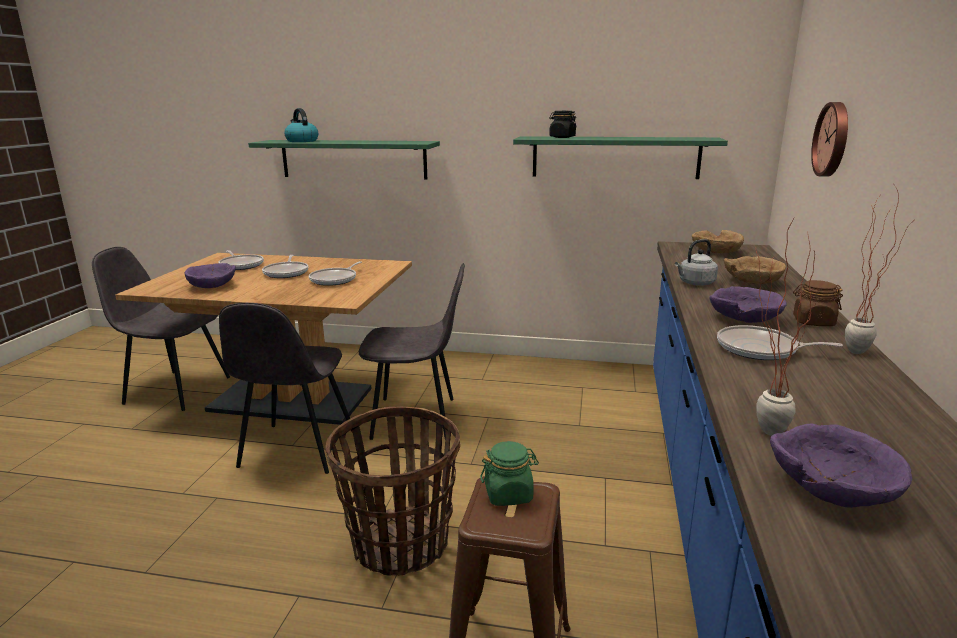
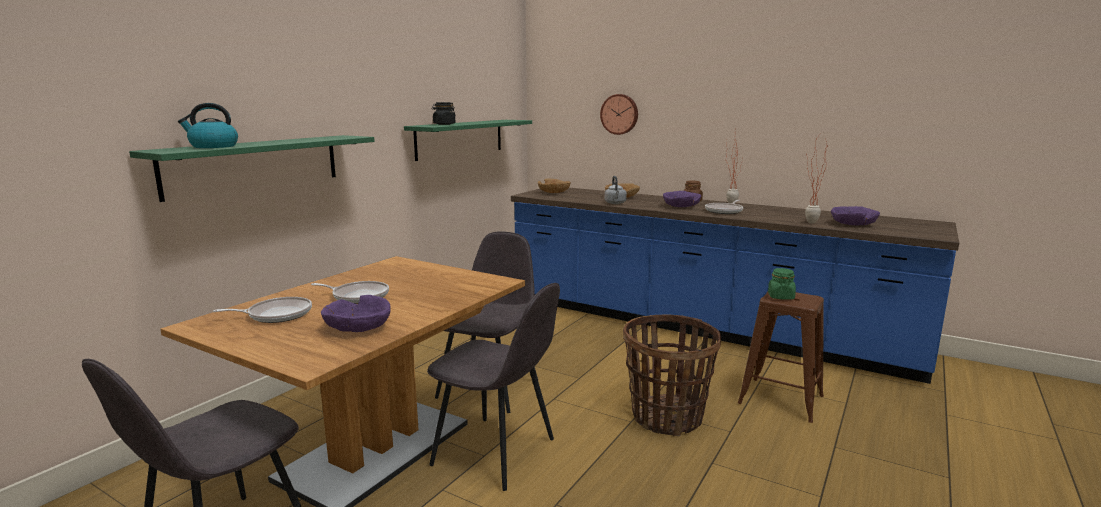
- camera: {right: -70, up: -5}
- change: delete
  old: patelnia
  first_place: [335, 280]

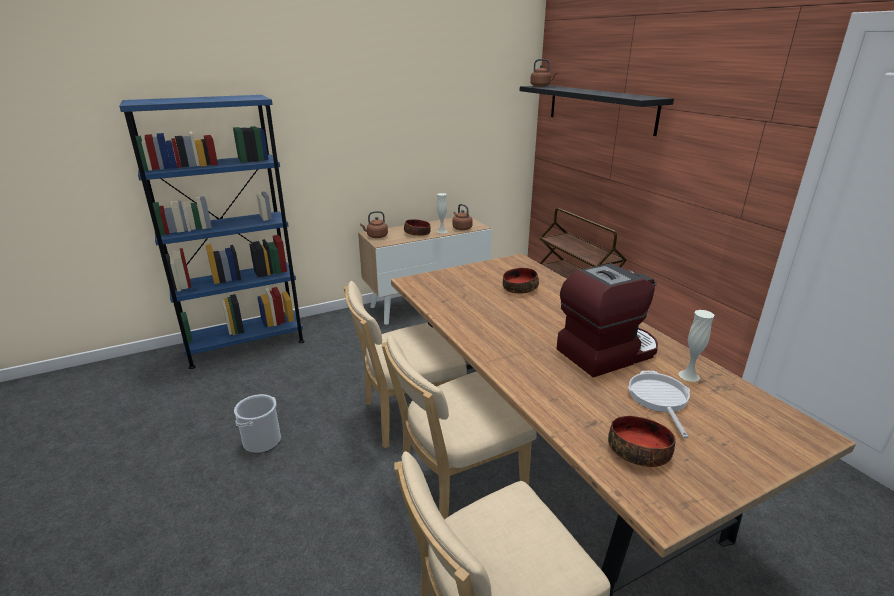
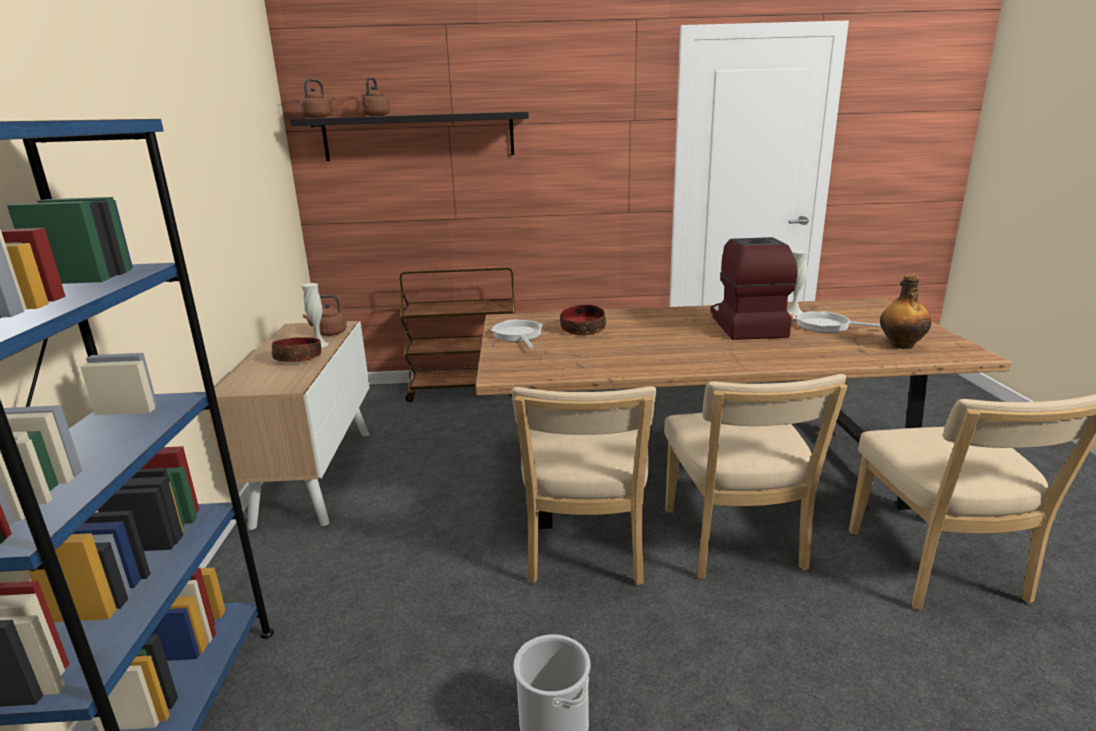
- camera: {right: -65, up: -5}
- change: move
  old: czajnik (brązowy)
  first_place: [376, 236]
  second_place: [375, 116]
- change: replace
  old: miska
  new: butelka
  first_place: [639, 451]
  second_place: [901, 345]
- change: insert
  new: patelnia
  second_place: [518, 335]

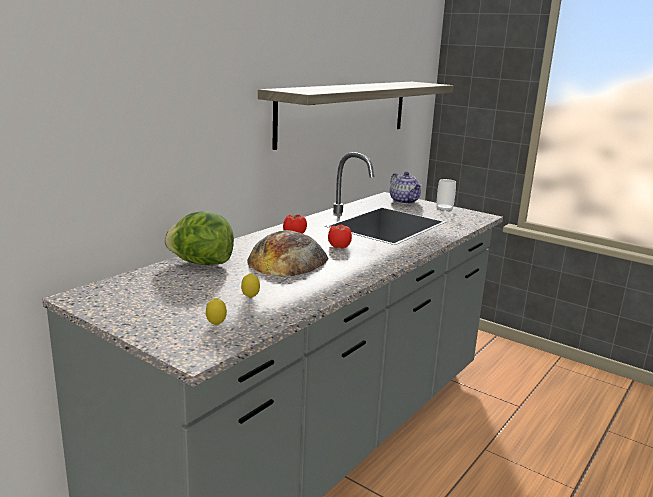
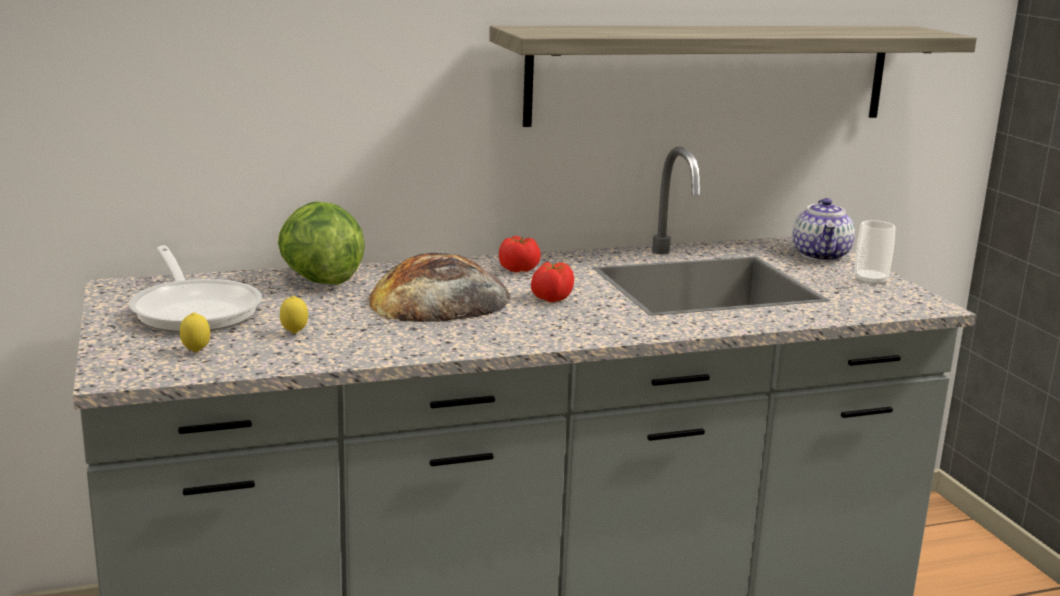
- camera: {right: 35, up: 0}
- change: insert
  new: patelnia
  second_place: [195, 310]

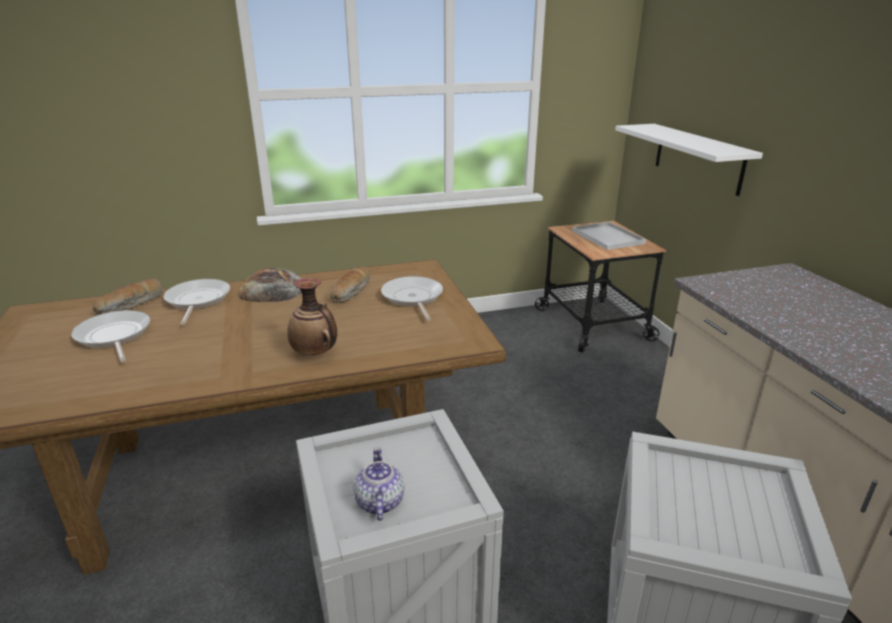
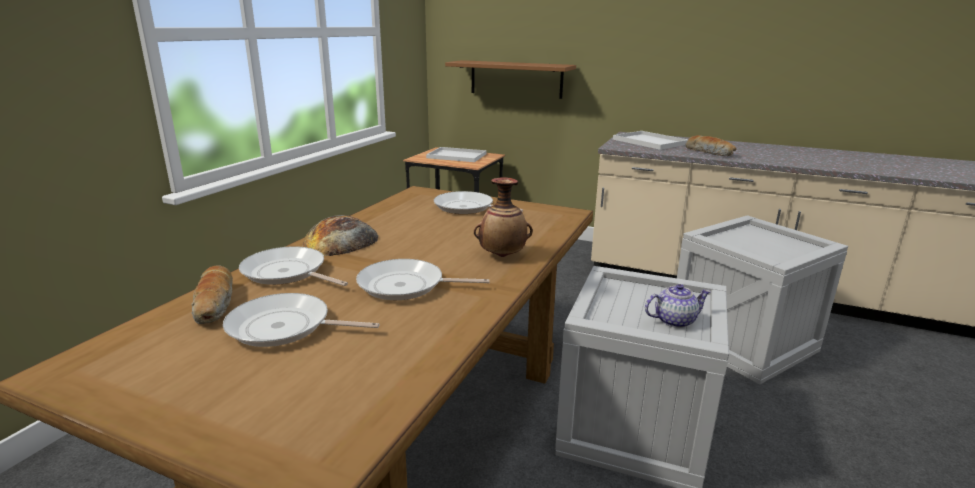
- camera: {right: -50, up: -5}
- change: move
  old: chleb
  first_place: [351, 292]
  second_place: [710, 152]
- change: rotate
  old: imbryk
  first_place: [379, 502]
  second_place: [674, 320]
  degrees: 135
- change: recolor
  old: półka (biały)
  new: półka (brązowy)
  first_place: [698, 158]
  second_place: [516, 79]
- change: insert
  new: patelnia
  second_place: [406, 286]
- change: insert
  new: taca (biały)
  second_place: [648, 141]

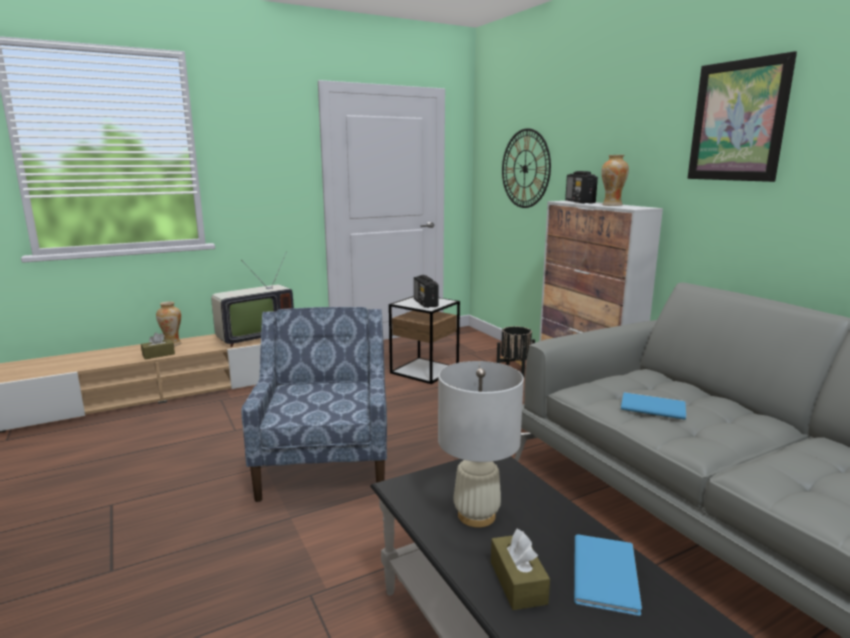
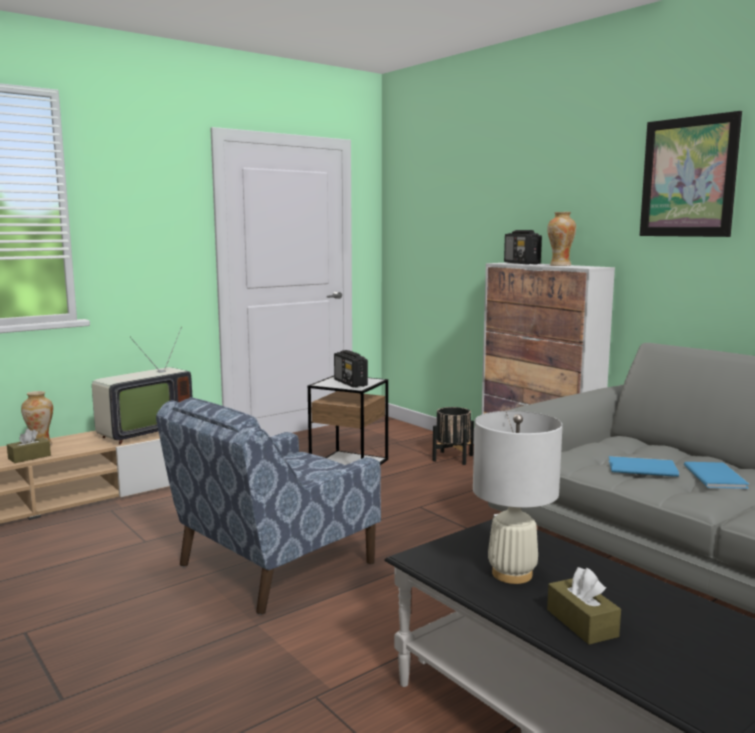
- camera: {right: -10, up: -5}
- change: rotate
  old: fotel (niebieski)
  first_place: [326, 462]
  second_place: [273, 566]
  degrees: -120
- change: delete
  old: zegar ścienny
  first_place: [525, 168]
- change: move
  old: książka (niebieski)
  first_place: [607, 573]
  second_place: [716, 476]

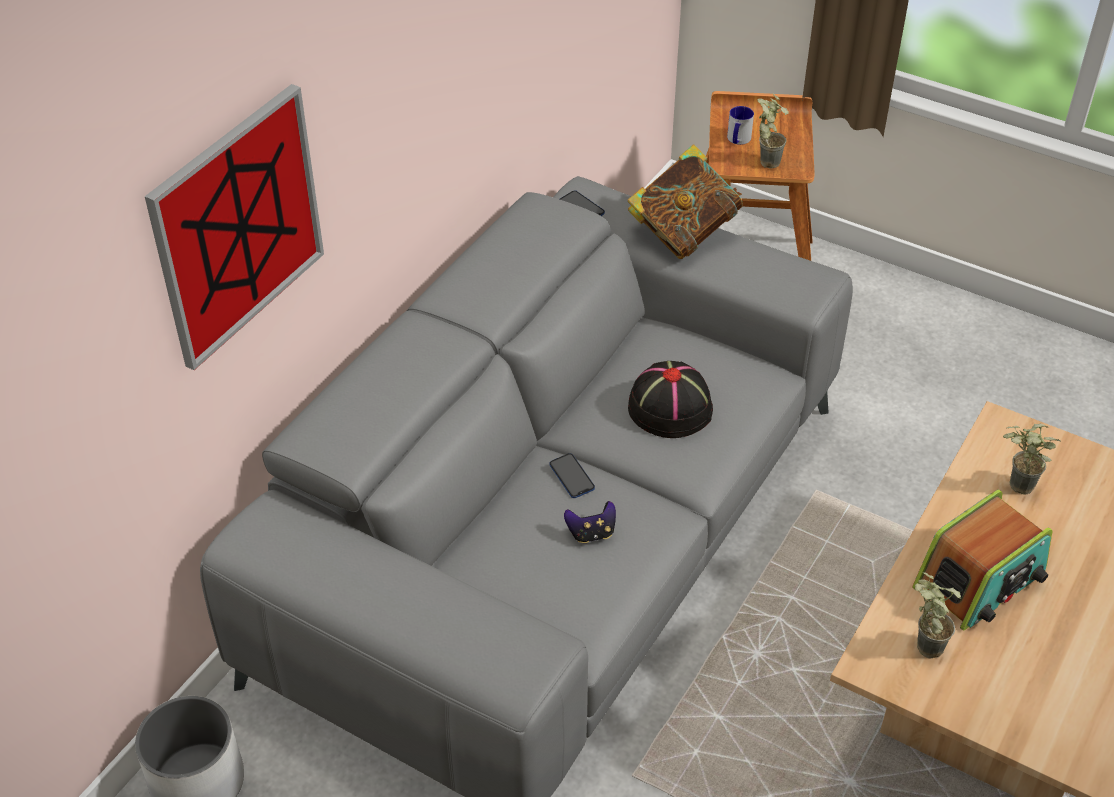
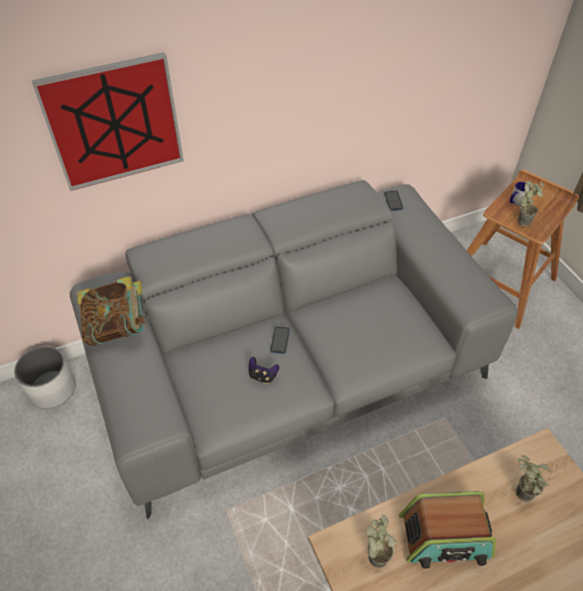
- camera: {right: 35, up: 5}
- change: move
  old: książka
  first_place: [683, 233]
  second_place: [118, 327]
- change: delete
  old: kapelusz (czarny)
  first_place: [670, 407]

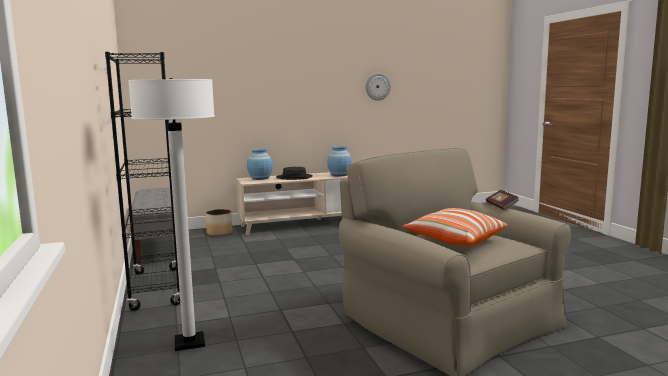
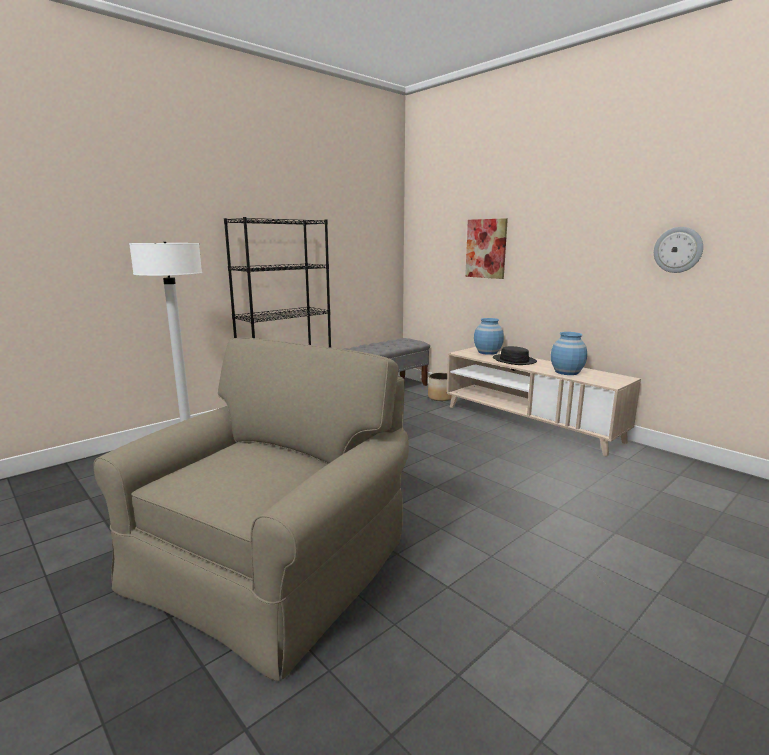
- camera: {right: 65, up: 5}
- change: delete
  old: poduszka
  first_place: [454, 240]
- change: delete
  old: książka
  first_place: [501, 206]
- change: insert
  new: obraz
  second_place: [486, 248]

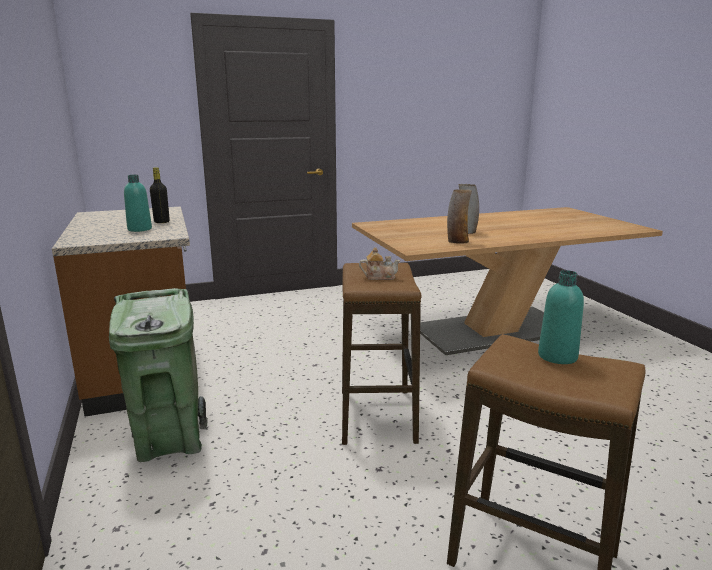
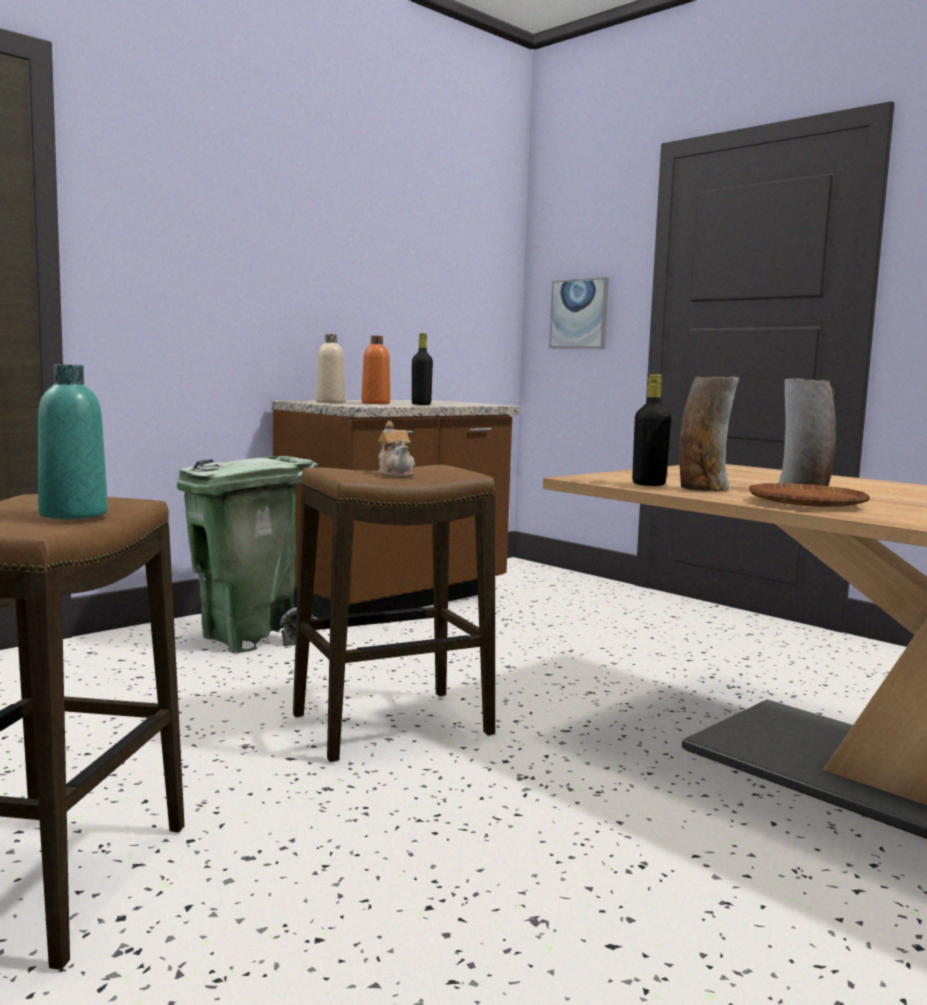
- camera: {right: 65, up: -10}
- change: recolor
  old: butelka (turkusowy)
  new: butelka (pomarańczowy)
  first_place: [139, 229]
  second_place: [375, 403]
- change: insert
  new: butelka (beżowy)
  second_place: [330, 402]
- change: insert
  new: obraz
  second_place: [579, 314]
- change: insert
  new: butelka (czarny)
  second_place: [648, 484]
- change: insert
  new: talerz (brązowy)
  second_place: [806, 503]

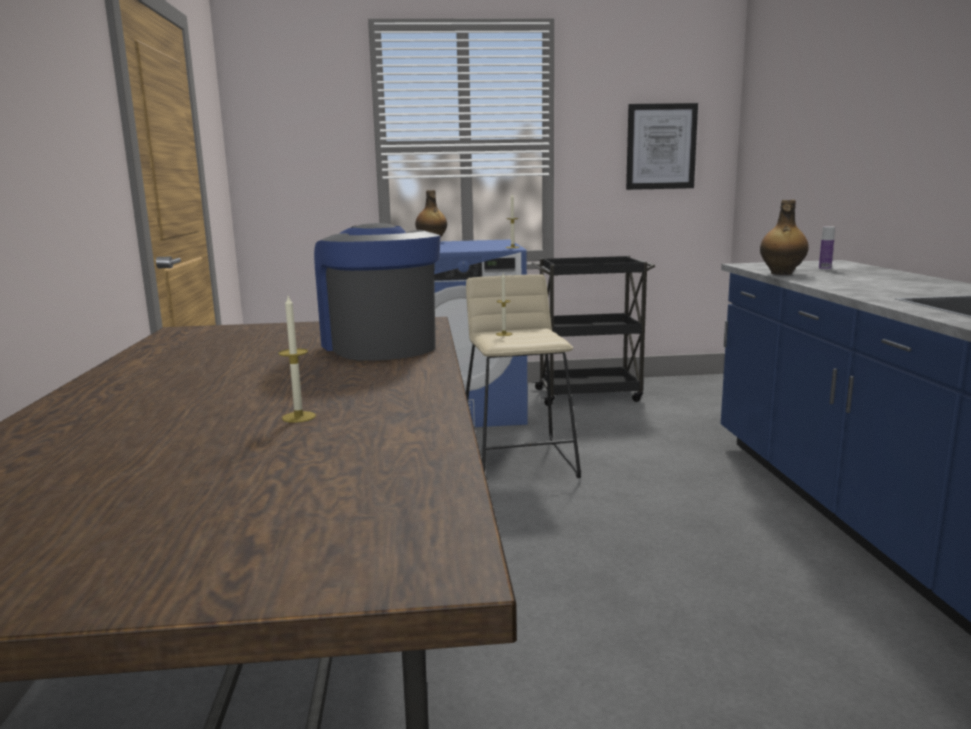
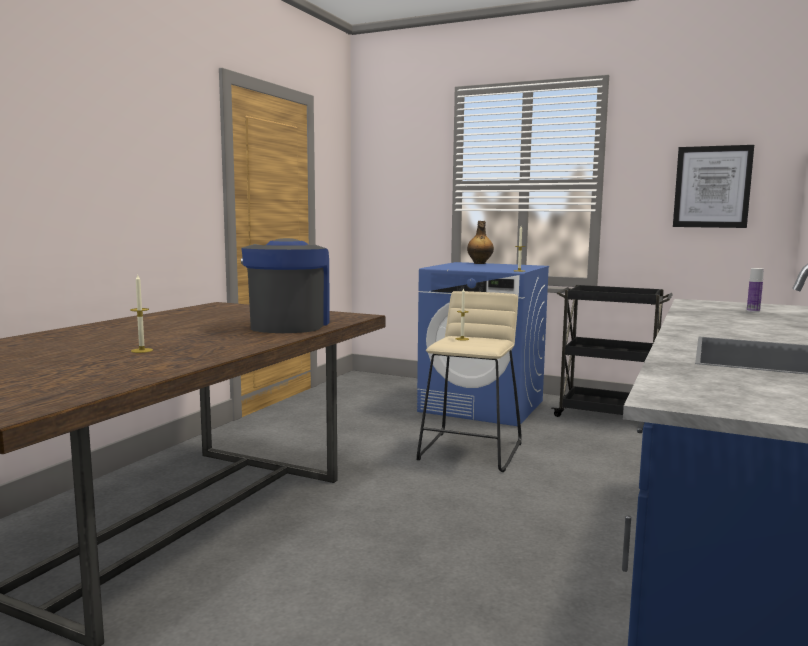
- camera: {right: 30, up: -5}
- change: delete
  old: butelka
  first_place: [781, 273]

